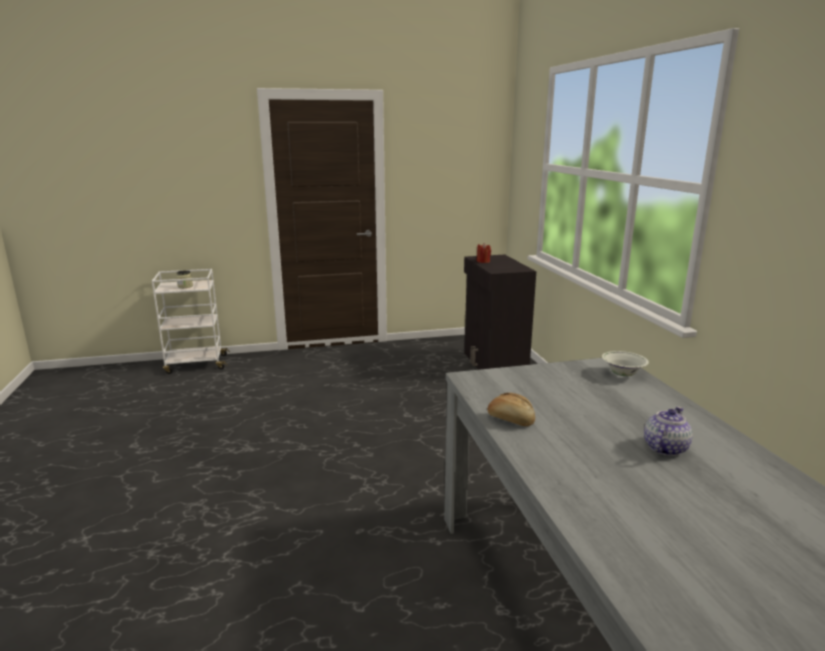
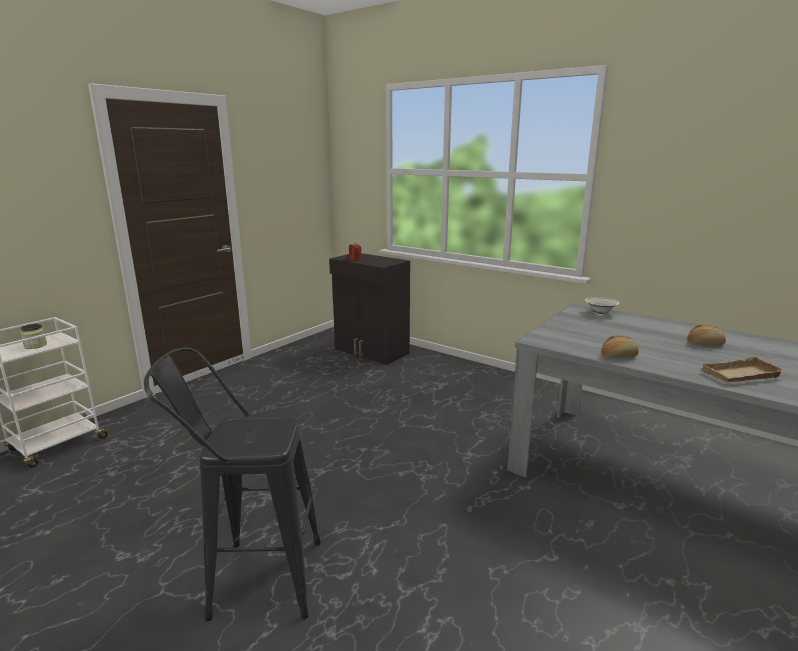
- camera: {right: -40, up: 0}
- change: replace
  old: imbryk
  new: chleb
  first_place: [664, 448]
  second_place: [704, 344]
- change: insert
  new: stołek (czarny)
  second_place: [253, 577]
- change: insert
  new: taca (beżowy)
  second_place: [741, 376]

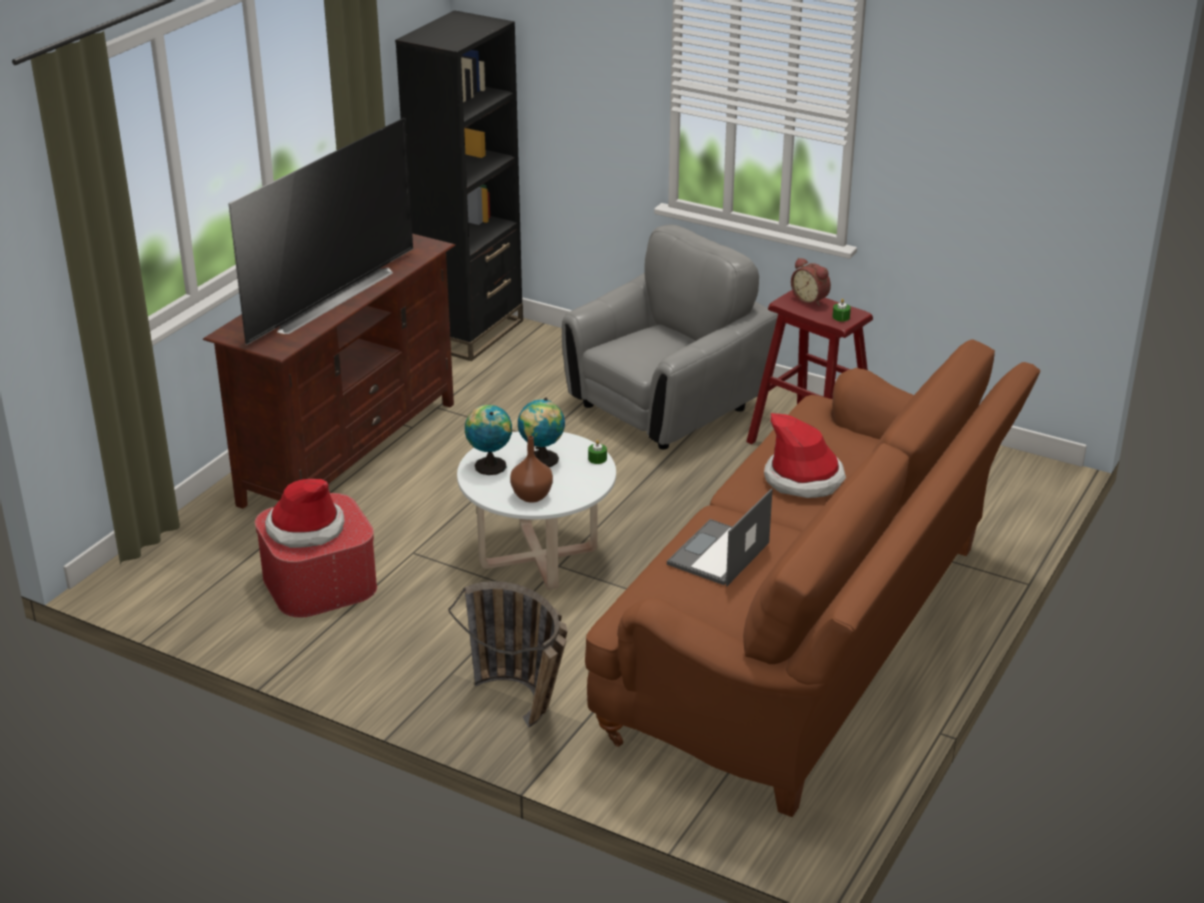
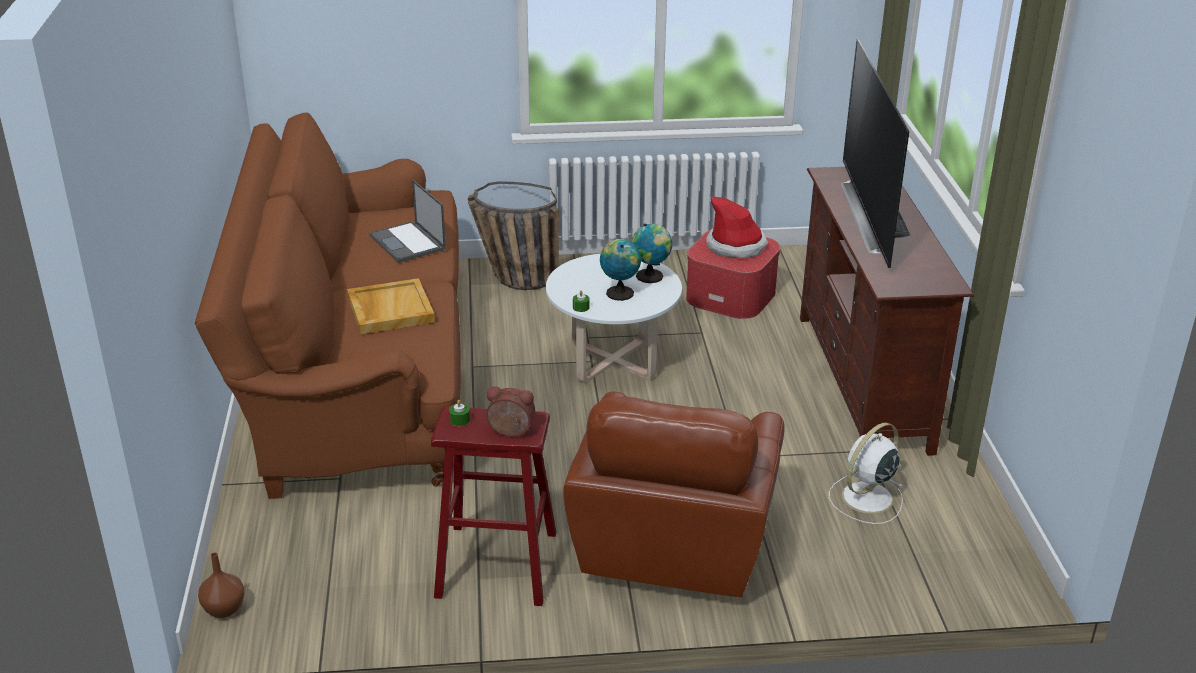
- camera: {right: 145, up: 0}
- change: delete
  old: regał (czarny)
  first_place: [470, 333]
- change: move
  old: wazon (brązowy)
  first_place: [532, 496]
  second_place: [223, 609]
- change: recolor
  old: fotel (szary)
  new: fotel (brązowy)
  first_place: [667, 406]
  second_place: [674, 543]
- change: rotate
  old: laptop
  first_place: [718, 554]
  second_place: [408, 243]
  degrees: 150
- change: replace
  old: kapelusz
  new: taca (beżowy)
  first_place: [804, 479]
  second_place: [389, 309]
- change: insert
  new: wentylator (biały)
  second_place: [866, 498]

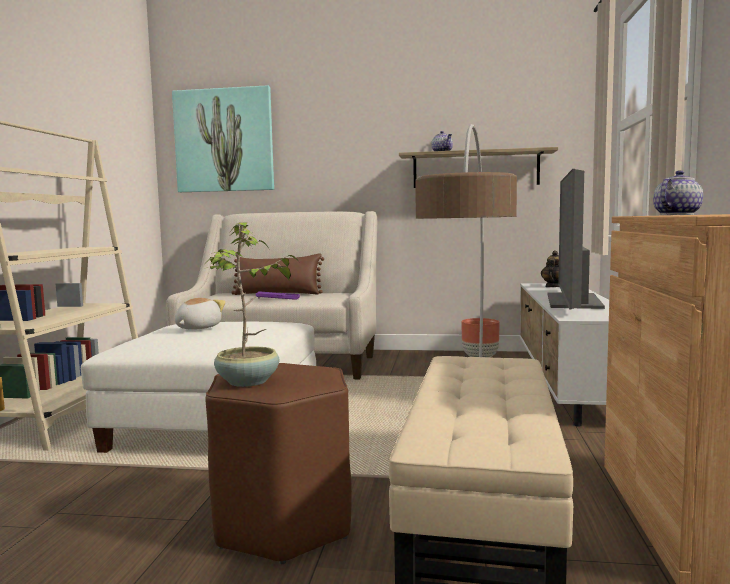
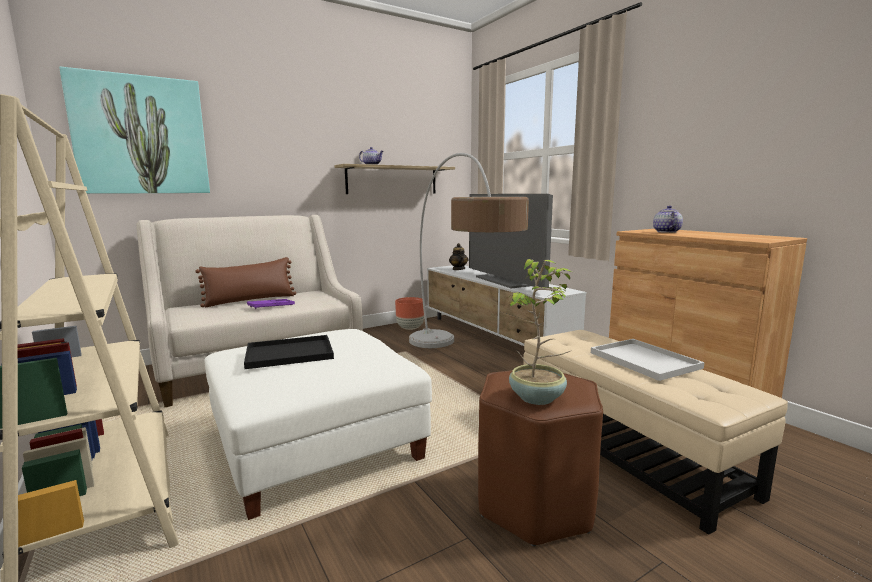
- camera: {right: -40, up: 5}
- change: replace
  old: pluszak
  new: taca (czarny)
  first_place: [197, 328]
  second_place: [287, 354]
- change: insert
  new: taca (biały)
  second_place: [646, 360]

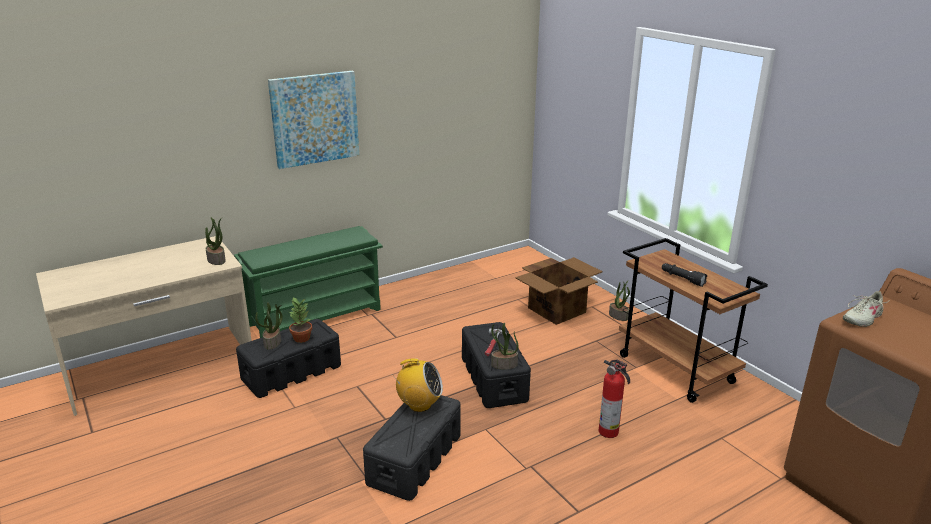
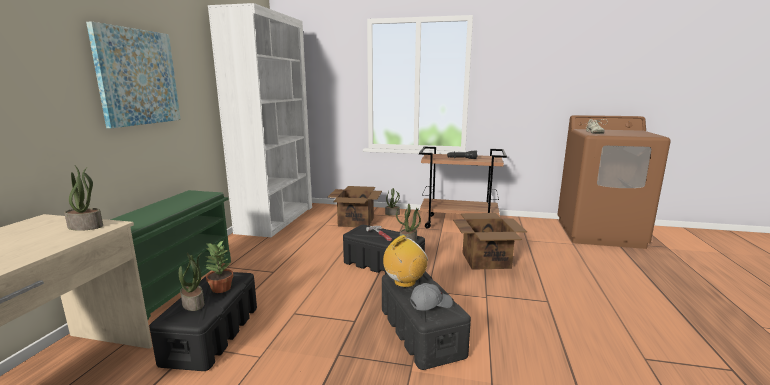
- camera: {right: -45, up: -10}
- change: replace
  old: gaśnica
  new: karton
  first_place: [609, 432]
  second_place: [486, 260]
- change: insert
  new: regał (biały)
  second_place: [276, 219]
- change: insert
  new: czapka z daszkiem (szary)
  second_place: [430, 303]

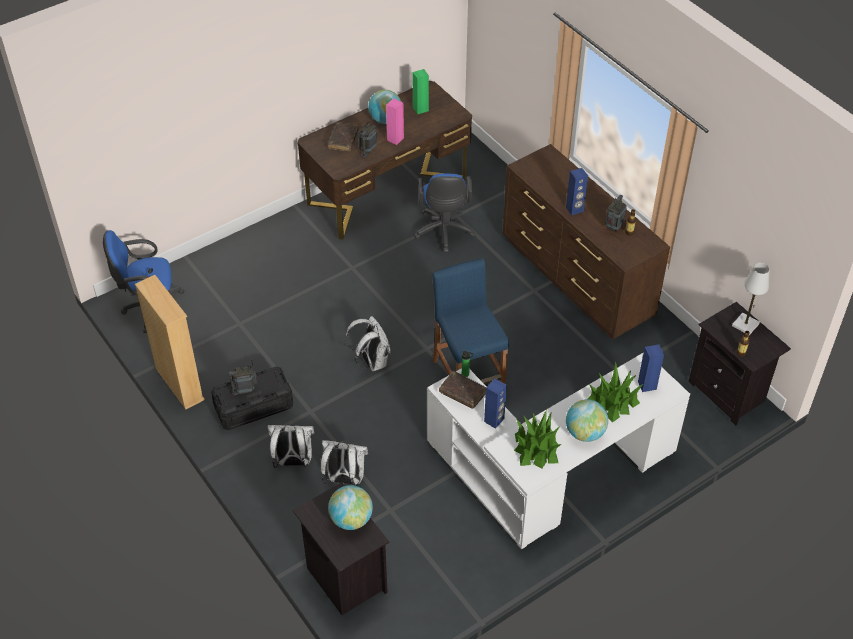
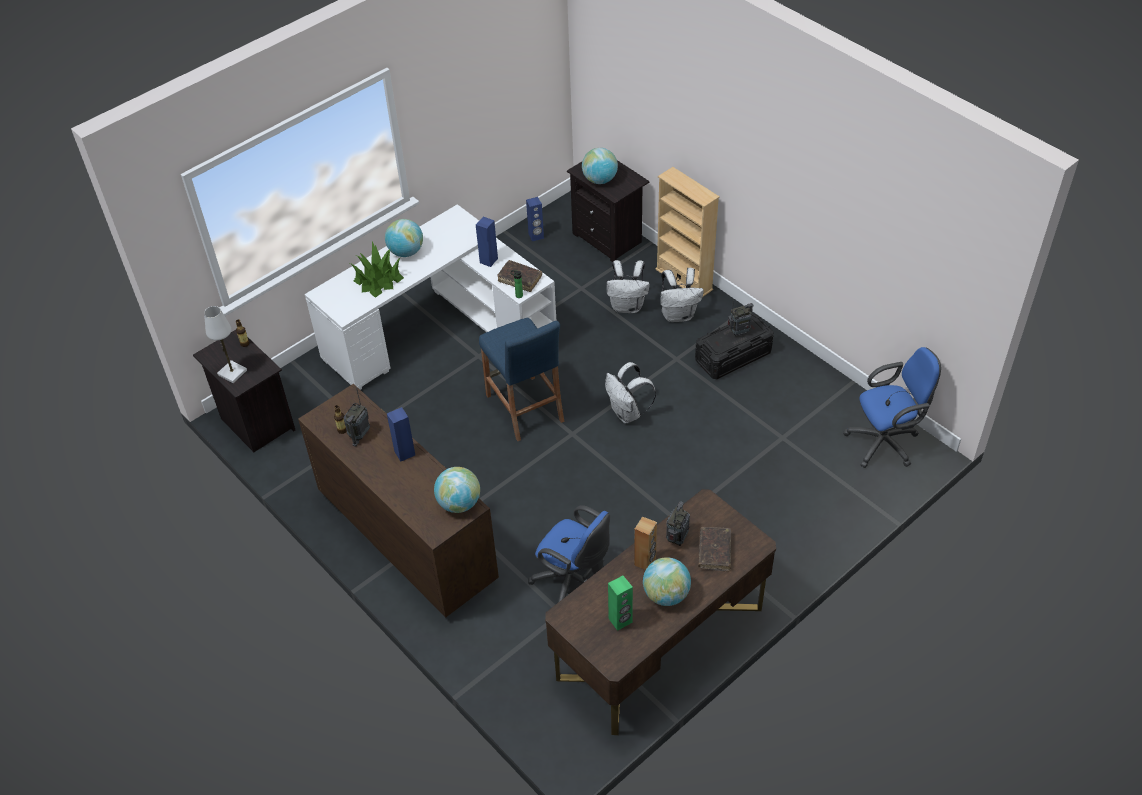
- camera: {right: 175, up: 0}
- change: move
  old: regał (beżowy)
  first_place: [179, 384]
  second_place: [684, 279]
- change: recolor
  old: głośnik (różowy)
  new: głośnik (brązowy)
  first_place: [395, 139]
  second_place: [645, 562]
- change: rotate
  old: krzesło biurowe (niebieski)
  first_place: [444, 233]
  second_place: [574, 583]
  degrees: 135
- change: delete
  old: roślina doniczkowa
  first_place: [536, 448]
- change: move
  old: głośnik (niebieski)
  first_place: [647, 385]
  second_place: [536, 236]
- change: insert
  new: globus
  second_place: [459, 503]

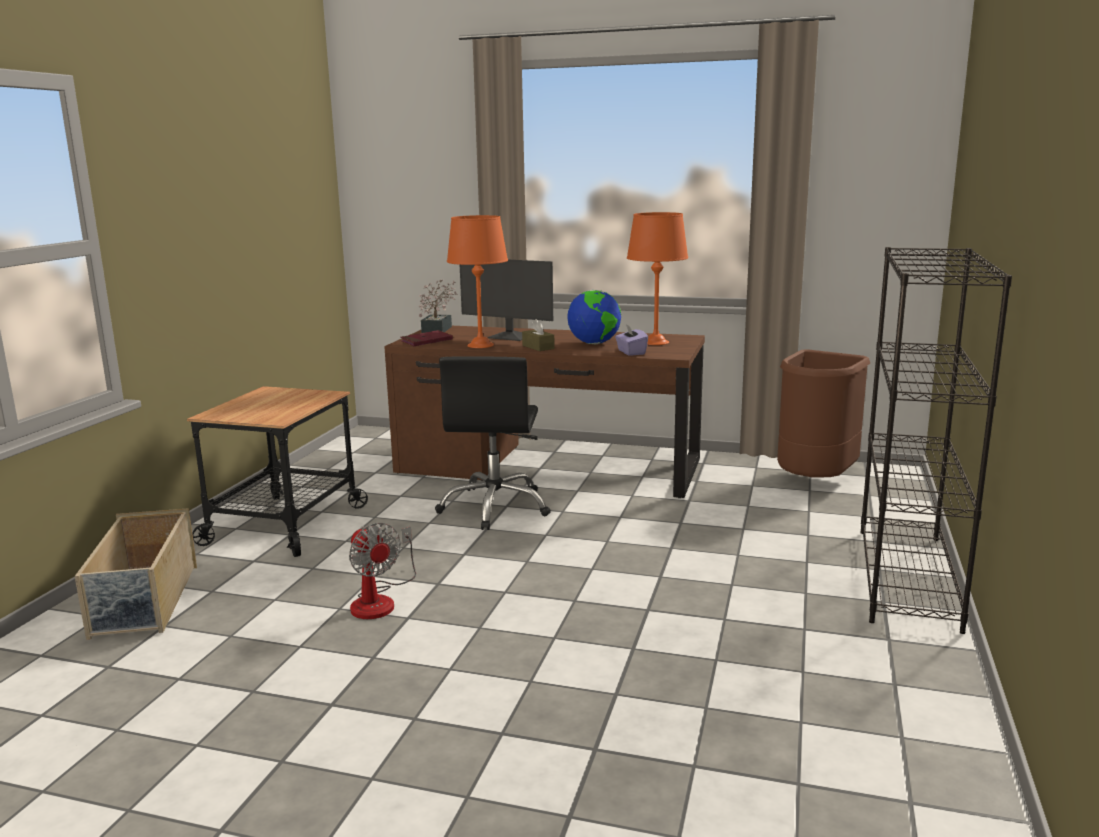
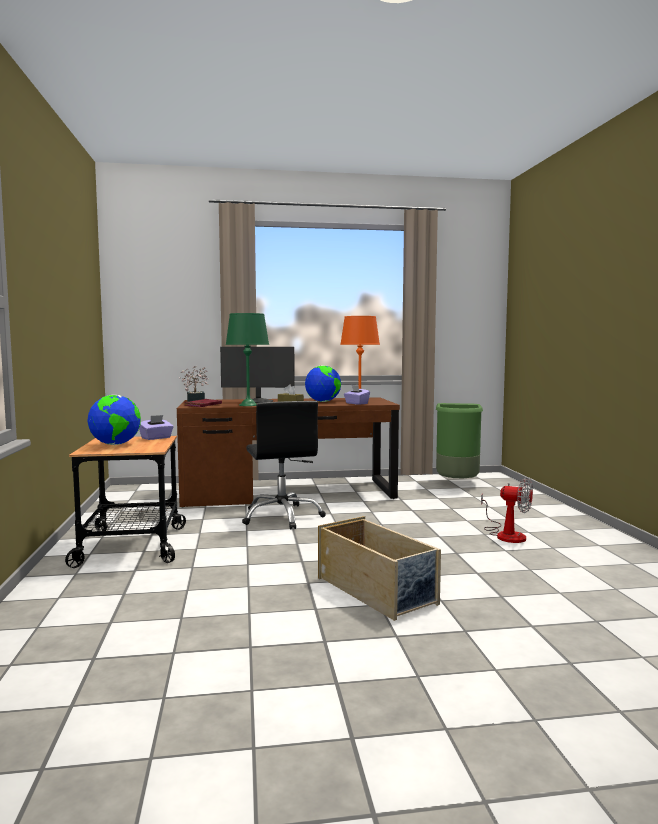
- camera: {right: -25, up: -10}
- change: move
  old: pojemnik do przechowywania (beżowy)
  first_place: [145, 601]
  second_place: [377, 591]
- change: move
  old: wentylator
  first_place: [379, 600]
  second_place: [506, 534]
- change: recolor
  old: lampa stołowa (pomarańczowy)
  new: lampa stołowa (zielony)
  first_place: [480, 345]
  second_place: [248, 405]
- change: recolor
  old: kosz na śmieci (brązowy)
  new: kosz na śmieci (zielony)
  first_place: [815, 482]
  second_place: [457, 483]
- change: delete
  old: regał (czarny)
  first_place: [907, 578]
- change: insert
  new: globus
  second_place: [115, 444]
- change: insert
  new: pudełko chusteczek (fioletowy)
  second_place: [156, 438]

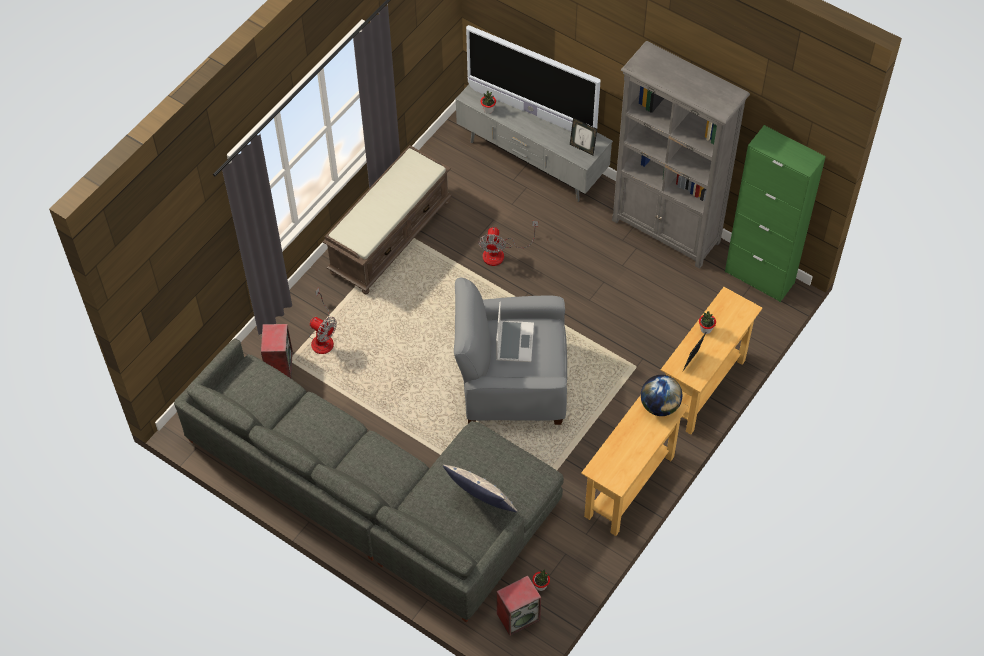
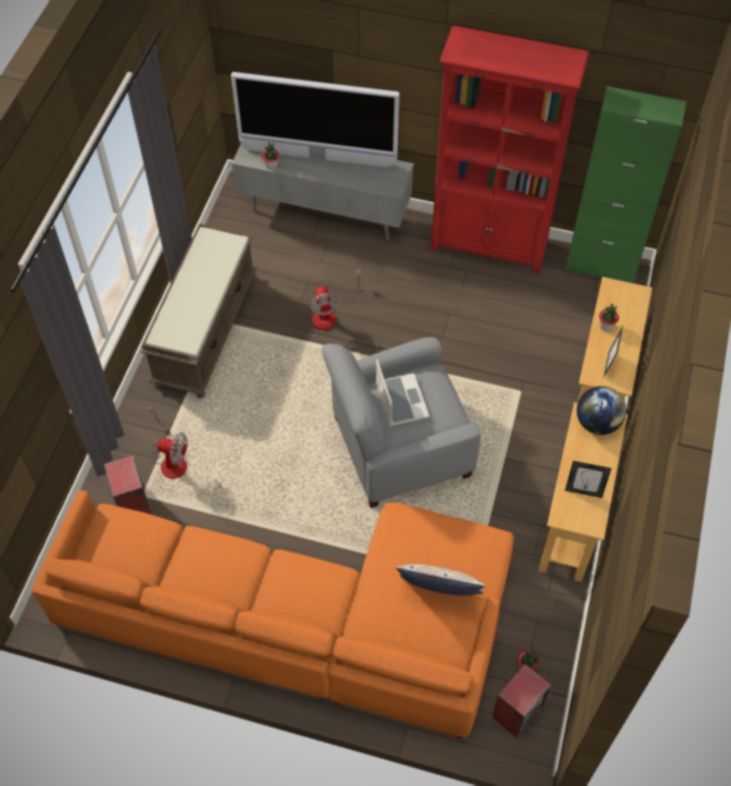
- camera: {right: -20, up: 0}
- change: recolor
  old: kanapa (szary)
  new: kanapa (pomarańczowy)
  first_place: [377, 495]
  second_place: [301, 620]
- change: move
  old: ramka na zdjęcie
  first_place: [582, 148]
  second_place: [583, 491]
- change: recolor
  old: regał (szary)
  new: regał (czerwony)
  first_place: [666, 231]
  second_place: [489, 246]

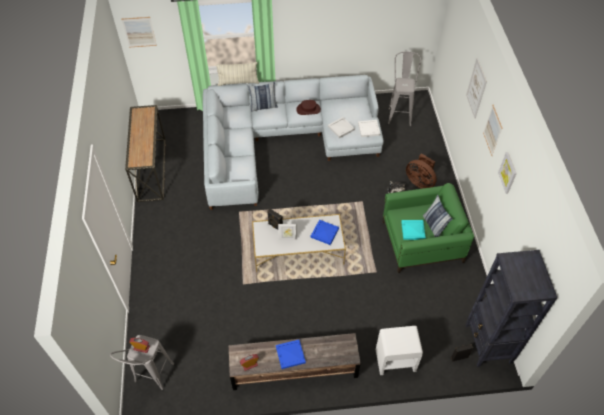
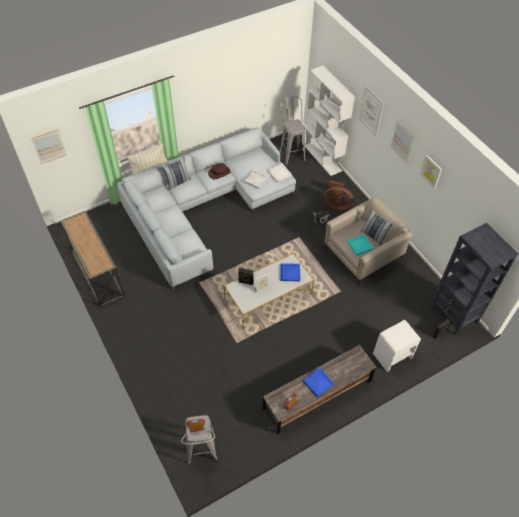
- camera: {right: -25, up: 0}
- change: recolor
  old: fotel (zielony)
  new: fotel (beżowy)
  first_place: [421, 242]
  second_place: [363, 253]
- change: insert
  new: regał (biały)
  second_place: [323, 158]

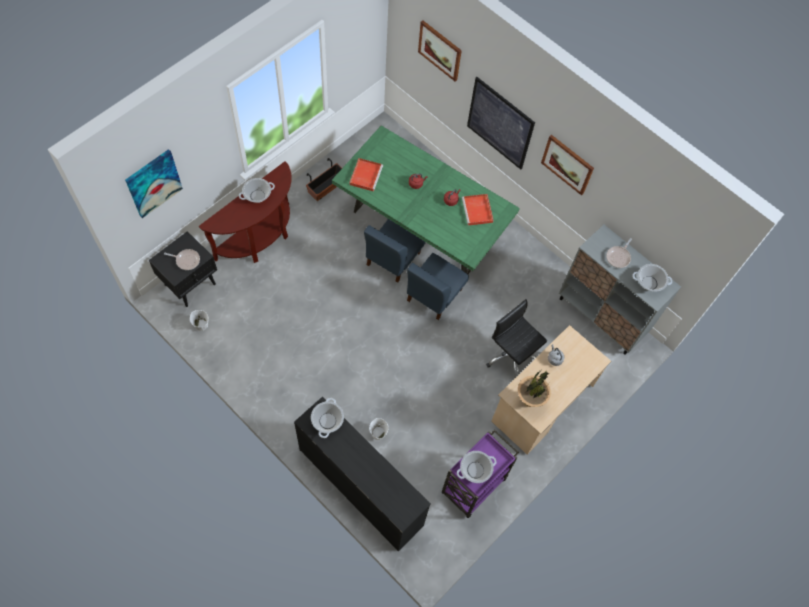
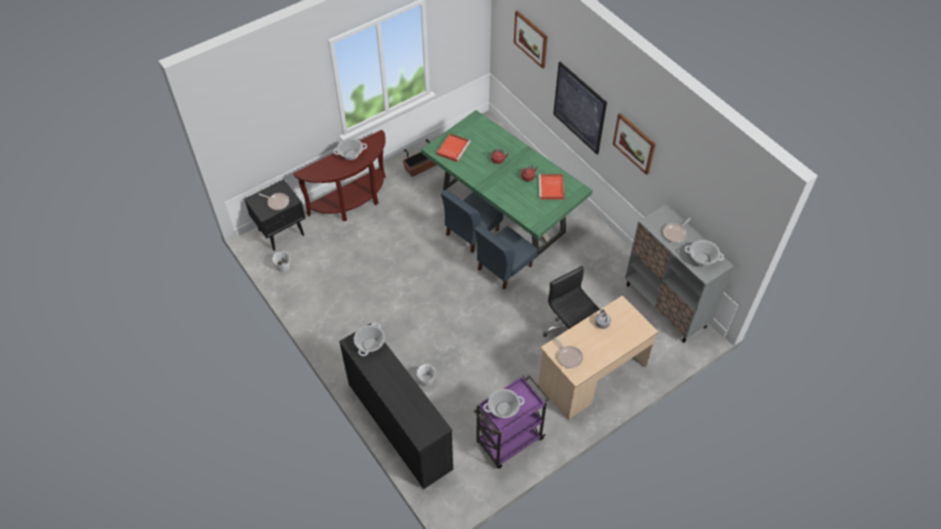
- camera: {right: 15, up: -10}
- change: delete
  old: obraz
  first_place: [153, 183]
- change: replace
  old: roślina doniczkowa
  new: patelnia
  first_place: [528, 401]
  second_place: [569, 357]

